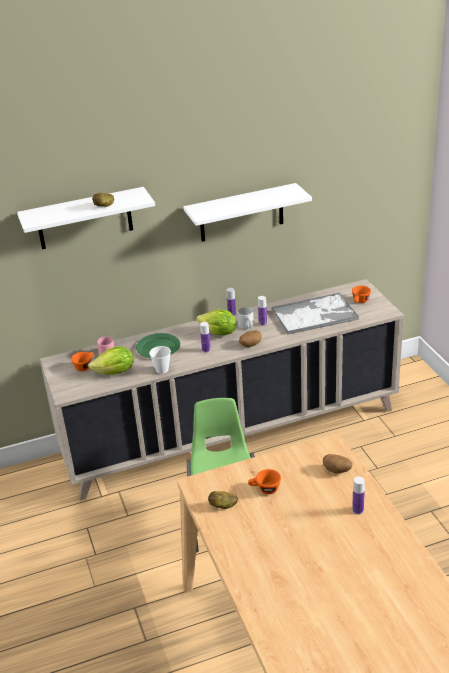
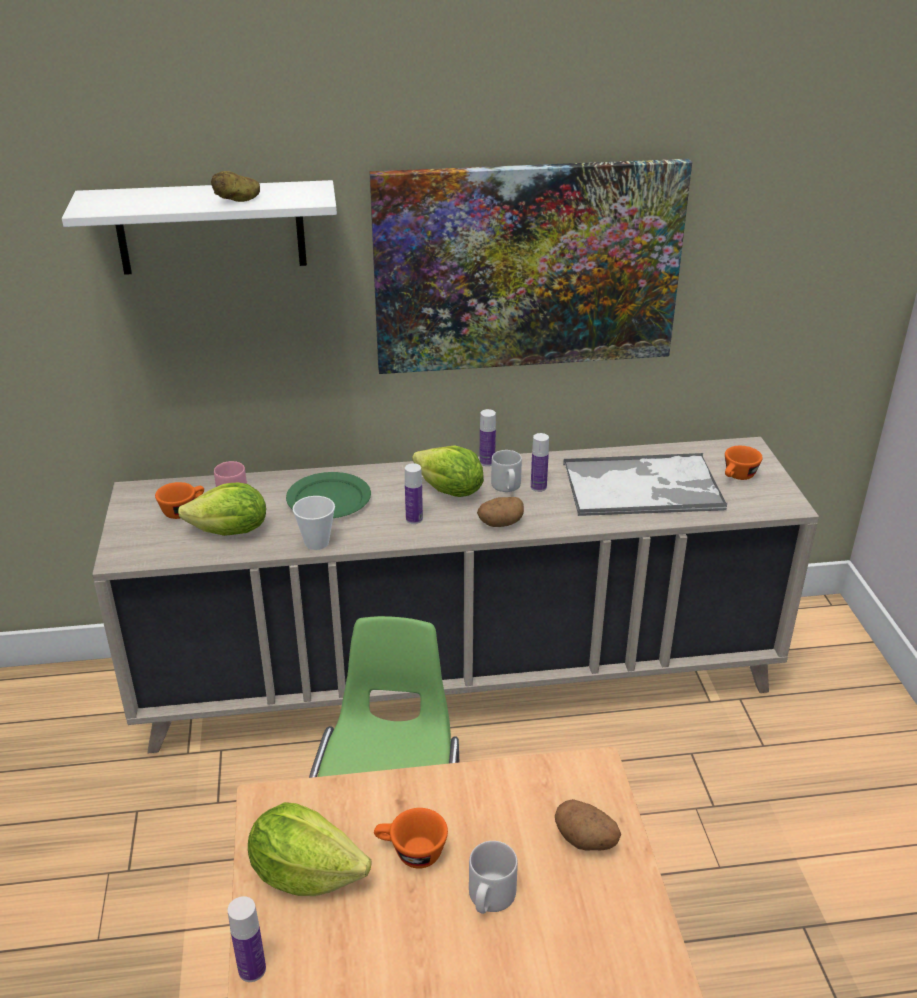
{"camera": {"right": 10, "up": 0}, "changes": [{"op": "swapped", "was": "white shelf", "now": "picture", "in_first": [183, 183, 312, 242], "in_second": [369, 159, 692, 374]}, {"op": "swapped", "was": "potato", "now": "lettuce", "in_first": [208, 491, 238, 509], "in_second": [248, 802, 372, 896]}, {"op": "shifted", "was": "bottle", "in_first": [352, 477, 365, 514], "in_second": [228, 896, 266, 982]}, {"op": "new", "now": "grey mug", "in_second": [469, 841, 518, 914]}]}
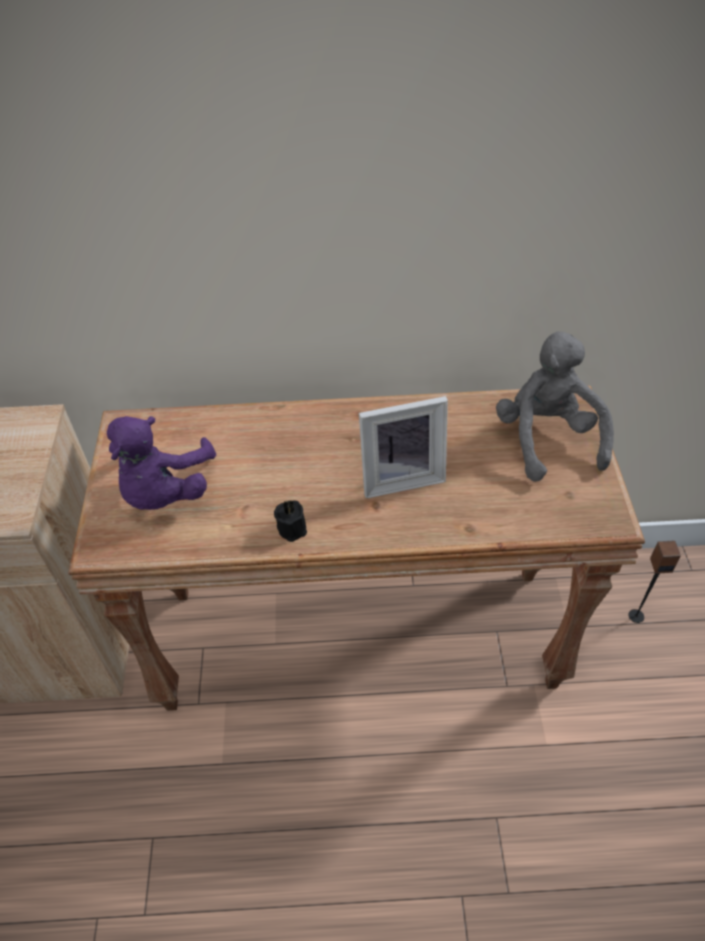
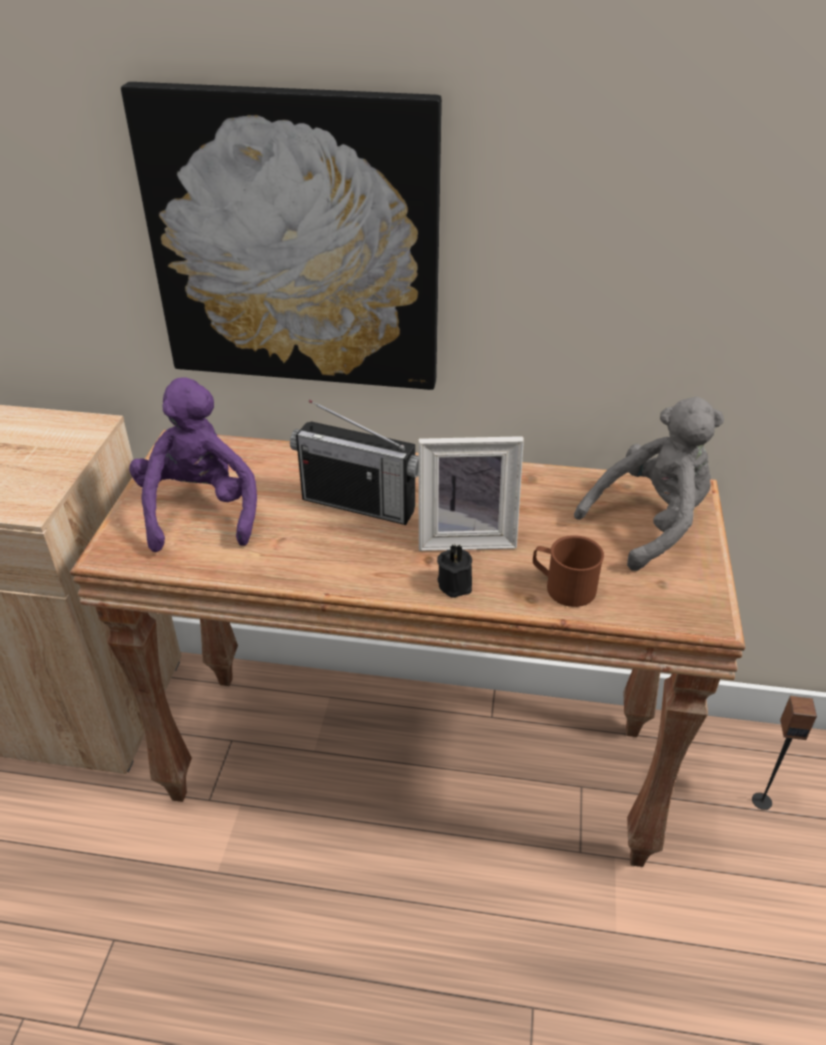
{"camera": {"right": 10, "up": -10}, "changes": [{"op": "rotated", "was": "purple plush toy", "in_first": [107, 416, 216, 510], "in_second": [129, 377, 257, 552], "clockwise": 150}, {"op": "shifted", "was": "black candle", "in_first": [274, 500, 307, 542], "in_second": [437, 544, 472, 598]}, {"op": "rotated", "was": "grey plush toy", "in_first": [496, 331, 614, 482], "in_second": [574, 397, 724, 571], "clockwise": 60}, {"op": "new", "now": "picture", "in_second": [121, 82, 442, 390]}, {"op": "new", "now": "radio", "in_second": [290, 400, 419, 525]}, {"op": "new", "now": "brown mug", "in_second": [533, 535, 604, 607]}]}
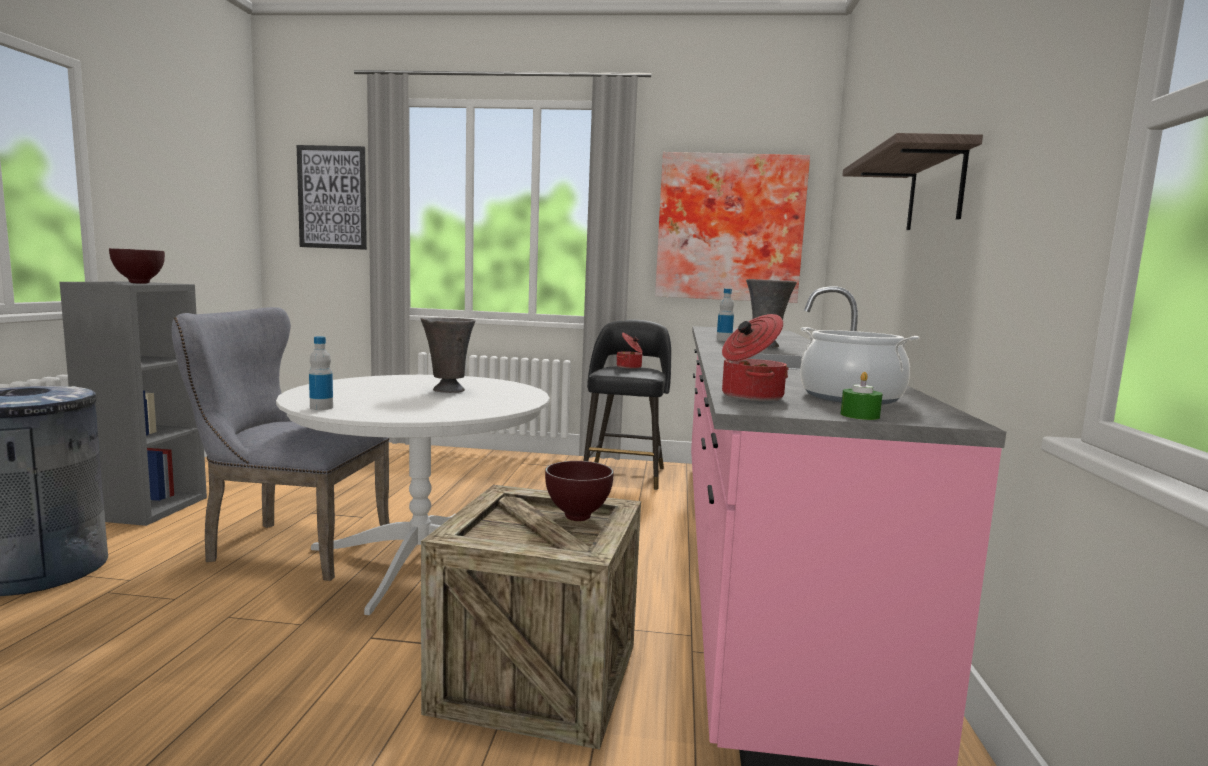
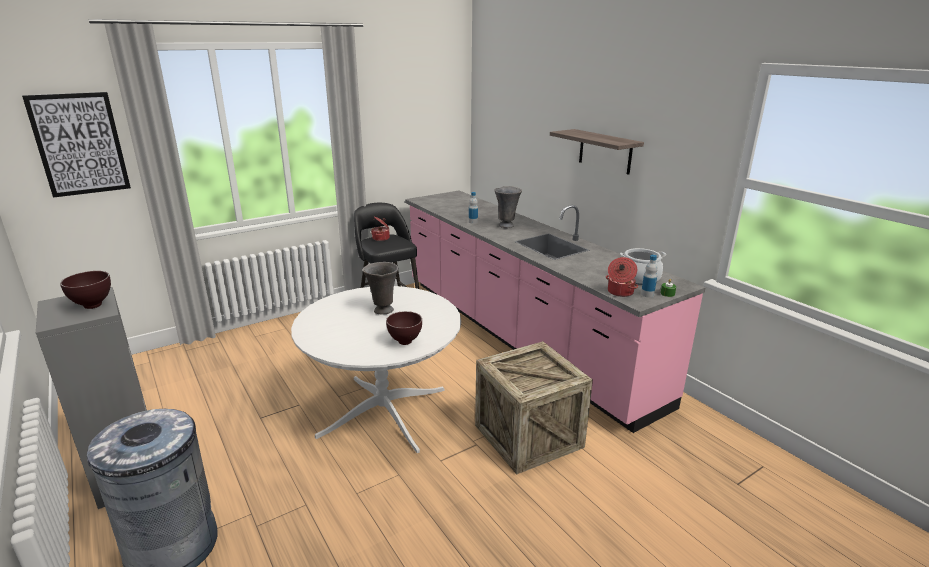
{"camera": {"right": -40, "up": 15}, "changes": [{"op": "gone", "was": "grey chair", "in_first": [172, 307, 390, 581]}, {"op": "shifted", "was": "bottle", "in_first": [309, 336, 333, 410], "in_second": [641, 255, 658, 297]}, {"op": "shifted", "was": "brown bowl", "in_first": [545, 461, 614, 521], "in_second": [386, 311, 422, 345]}, {"op": "gone", "was": "picture", "in_first": [655, 152, 810, 303]}]}
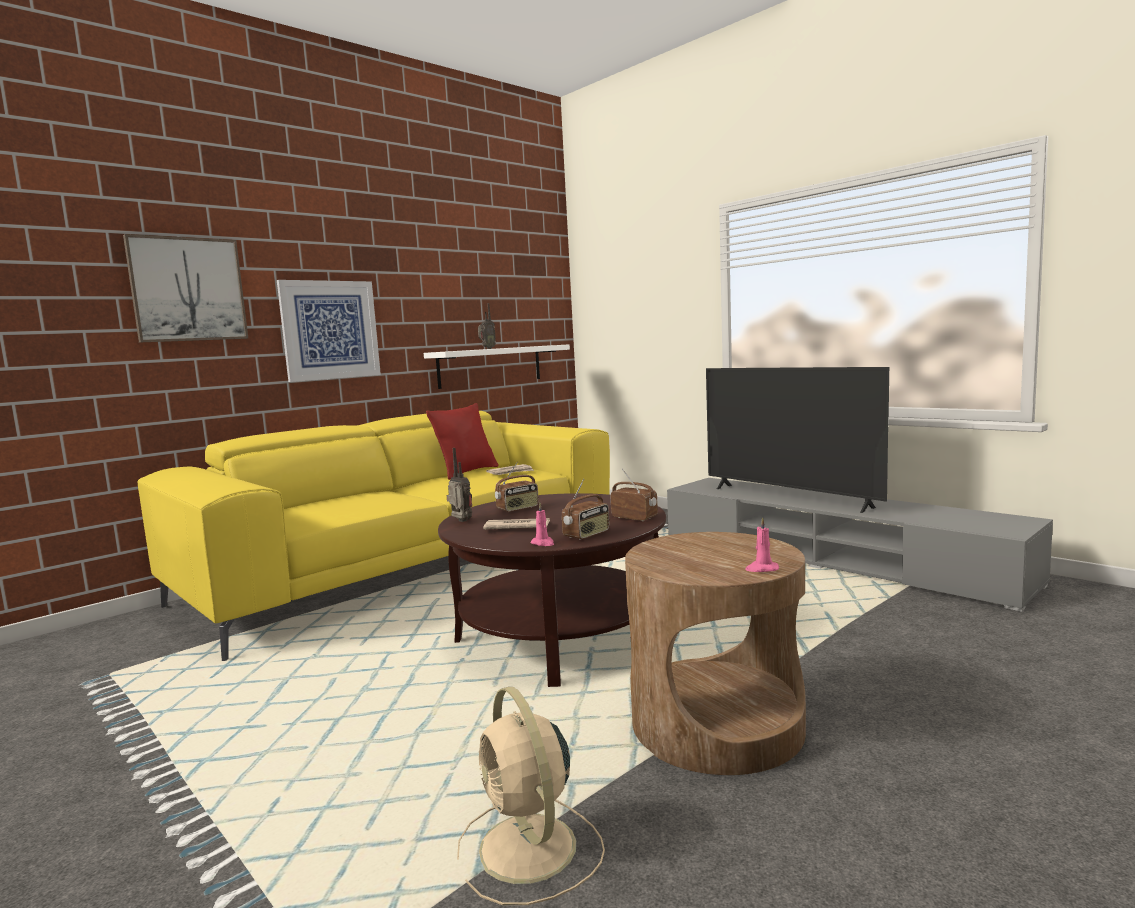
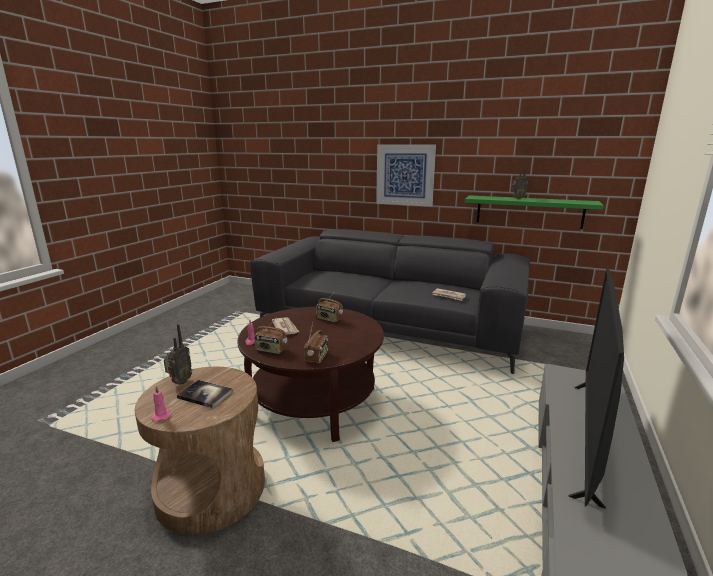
{"camera": {"right": 65, "up": 10}, "changes": [{"op": "gone", "was": "picture", "in_first": [123, 234, 248, 343]}, {"op": "repainted", "was": "yellow sofa", "now": "grey sofa", "in_first": [138, 411, 610, 661], "in_second": [250, 229, 530, 374]}, {"op": "repainted", "was": "white shelf", "now": "green shelf", "in_first": [424, 344, 570, 389], "in_second": [464, 195, 604, 229]}, {"op": "gone", "was": "red pillow", "in_first": [426, 403, 499, 480]}, {"op": "shifted", "was": "radio", "in_first": [447, 448, 472, 522], "in_second": [164, 324, 192, 385]}, {"op": "gone", "was": "beige fan", "in_first": [457, 687, 605, 905]}, {"op": "new", "now": "book", "in_second": [177, 380, 233, 408]}]}
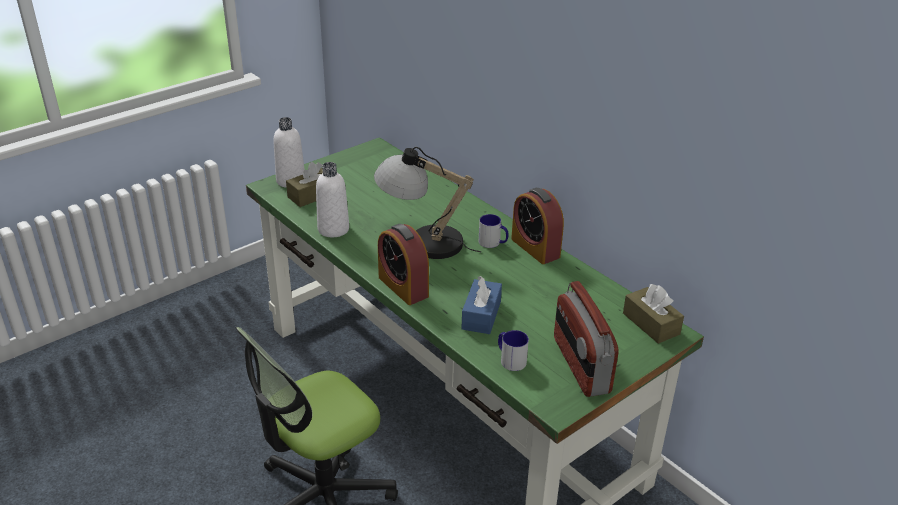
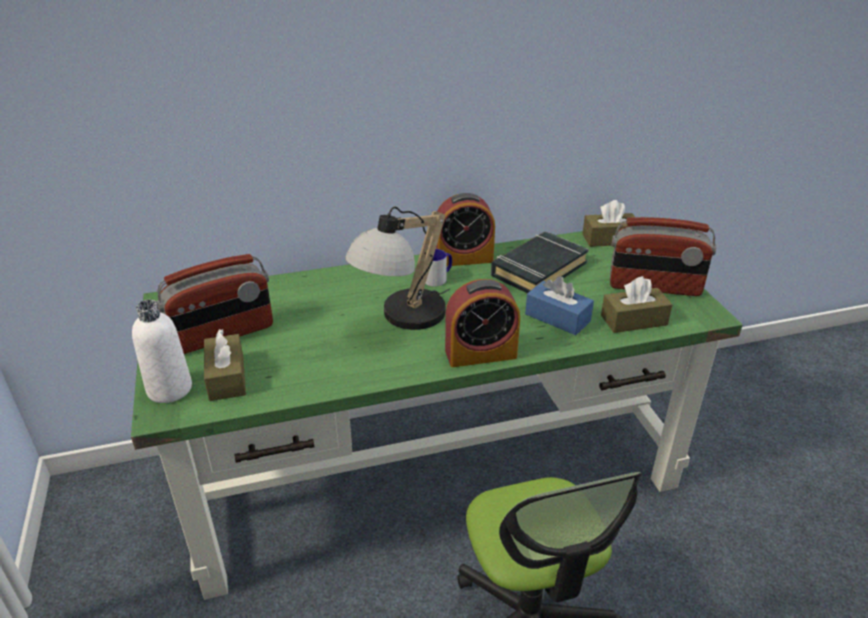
{"camera": {"right": -65, "up": 0}, "changes": [{"op": "gone", "was": "white bottle", "in_first": [316, 162, 349, 237]}, {"op": "swapped", "was": "mug", "now": "brown tissue box", "in_first": [498, 330, 529, 371], "in_second": [601, 276, 673, 333]}, {"op": "new", "now": "radio", "in_second": [156, 254, 273, 354]}, {"op": "new", "now": "black book", "in_second": [491, 231, 589, 293]}]}
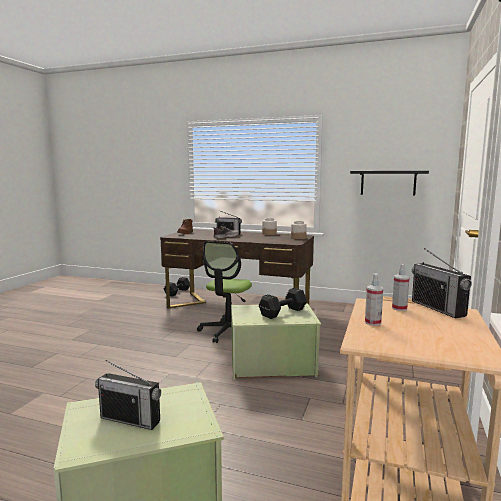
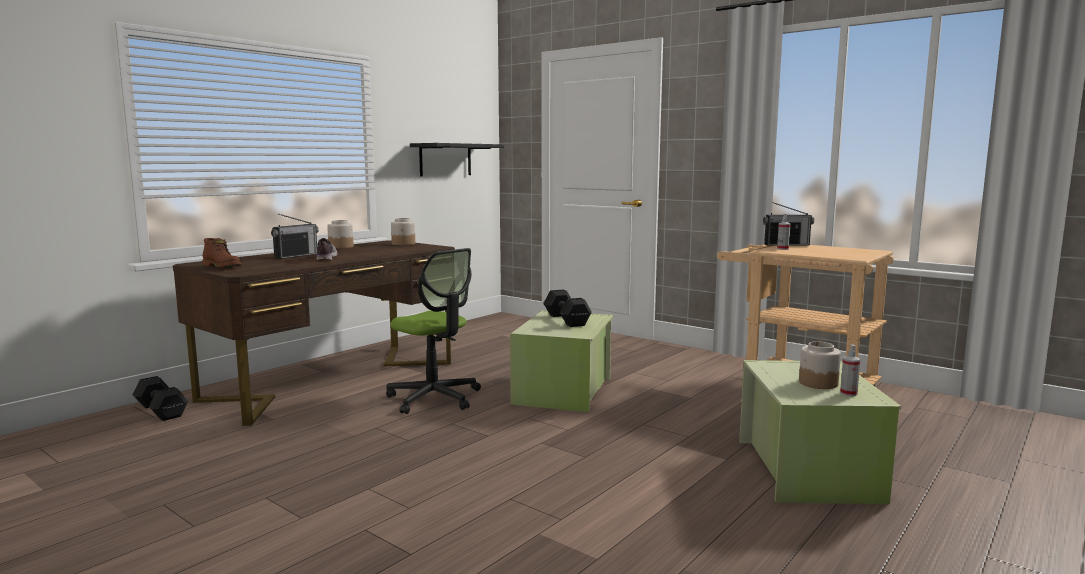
{"camera": {"right": -70, "up": 0}, "changes": [{"op": "swapped", "was": "radio", "now": "jar", "in_first": [95, 360, 161, 430], "in_second": [799, 342, 841, 389]}, {"op": "shifted", "was": "spray bottle", "in_first": [365, 273, 383, 326], "in_second": [840, 344, 860, 397]}]}
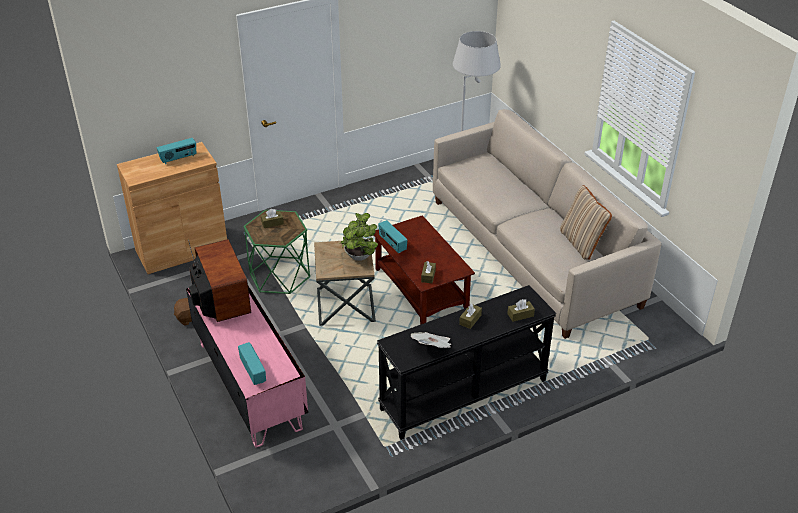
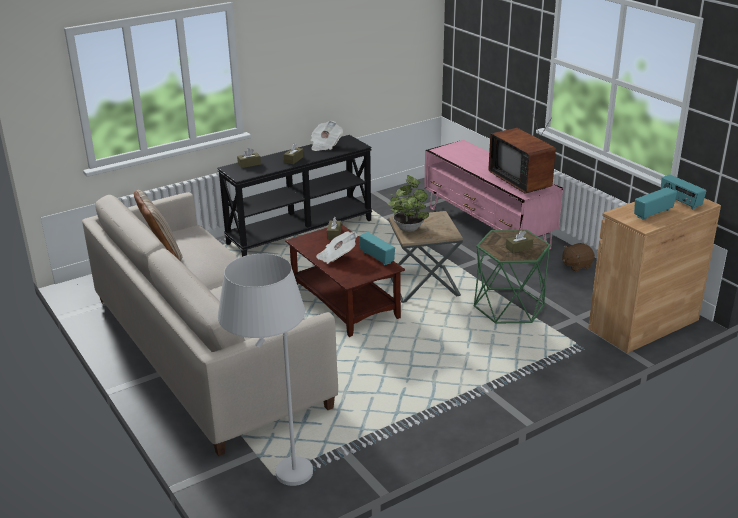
{"camera": {"right": 175, "up": -10}, "changes": [{"op": "shifted", "was": "radio", "in_first": [238, 342, 266, 385], "in_second": [661, 175, 707, 210]}, {"op": "new", "now": "newspaper", "in_second": [316, 231, 358, 264]}]}
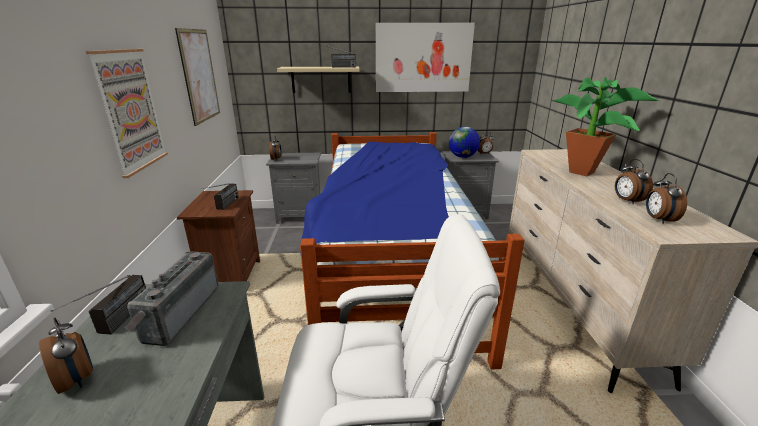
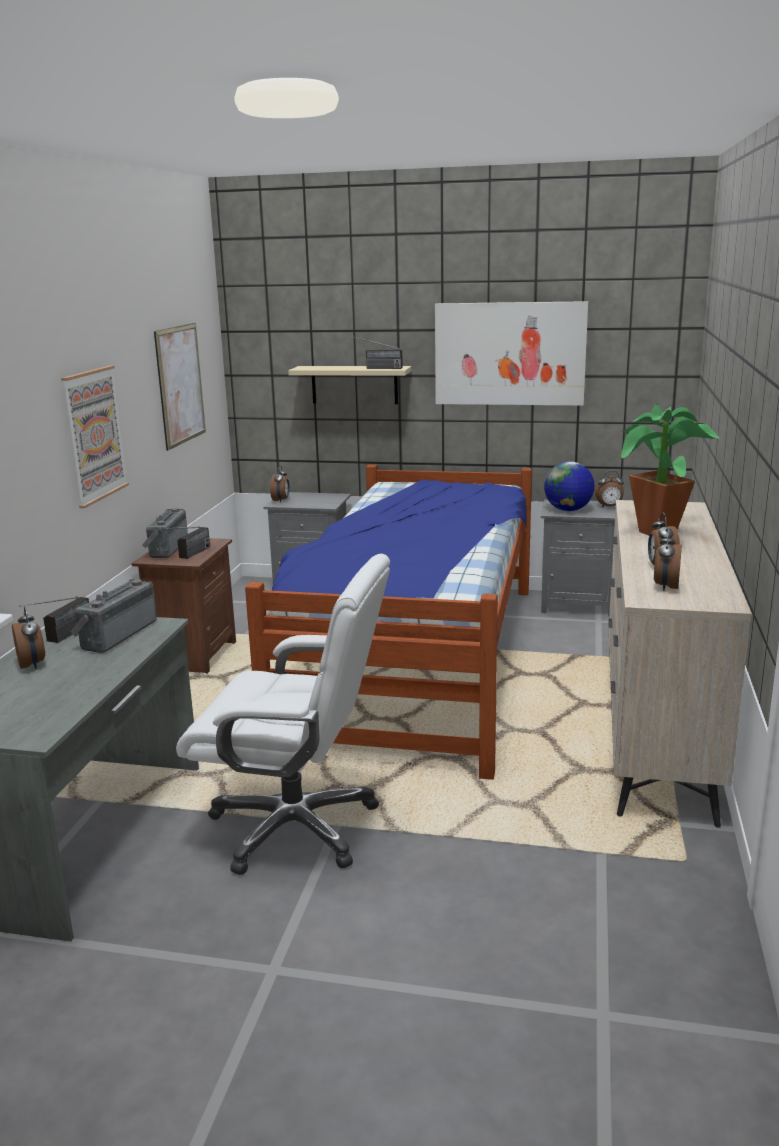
{"camera": {"right": 15, "up": -5}, "changes": [{"op": "new", "now": "radio", "in_second": [142, 508, 188, 558]}]}
